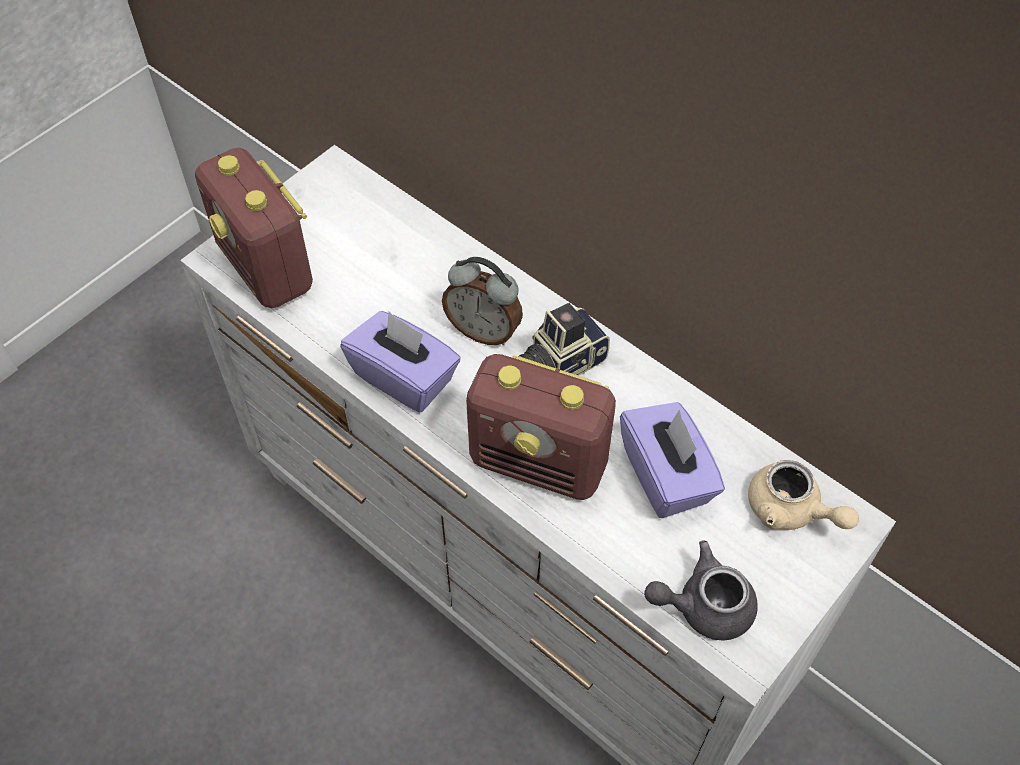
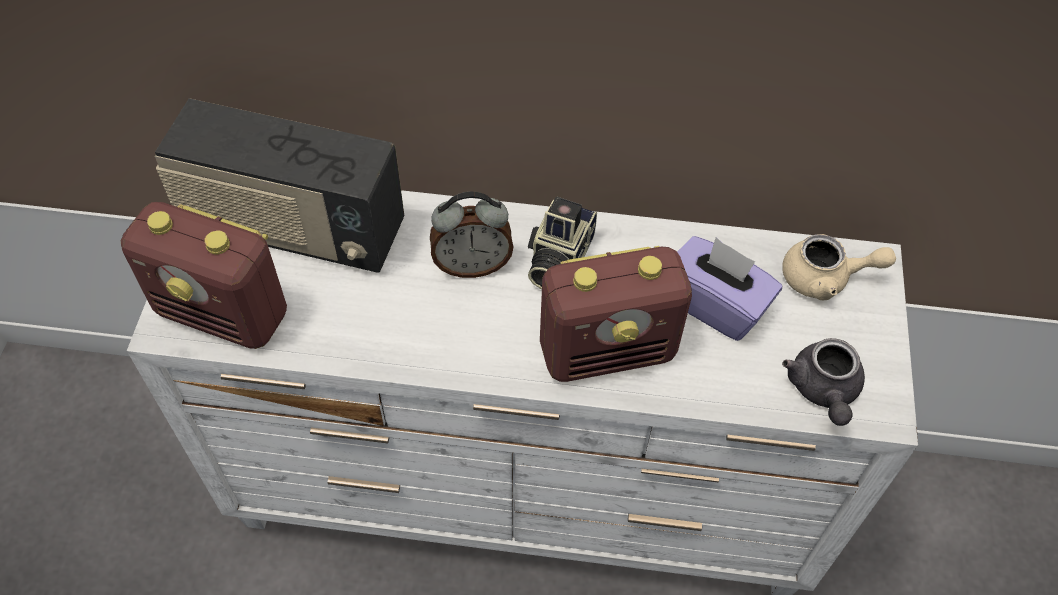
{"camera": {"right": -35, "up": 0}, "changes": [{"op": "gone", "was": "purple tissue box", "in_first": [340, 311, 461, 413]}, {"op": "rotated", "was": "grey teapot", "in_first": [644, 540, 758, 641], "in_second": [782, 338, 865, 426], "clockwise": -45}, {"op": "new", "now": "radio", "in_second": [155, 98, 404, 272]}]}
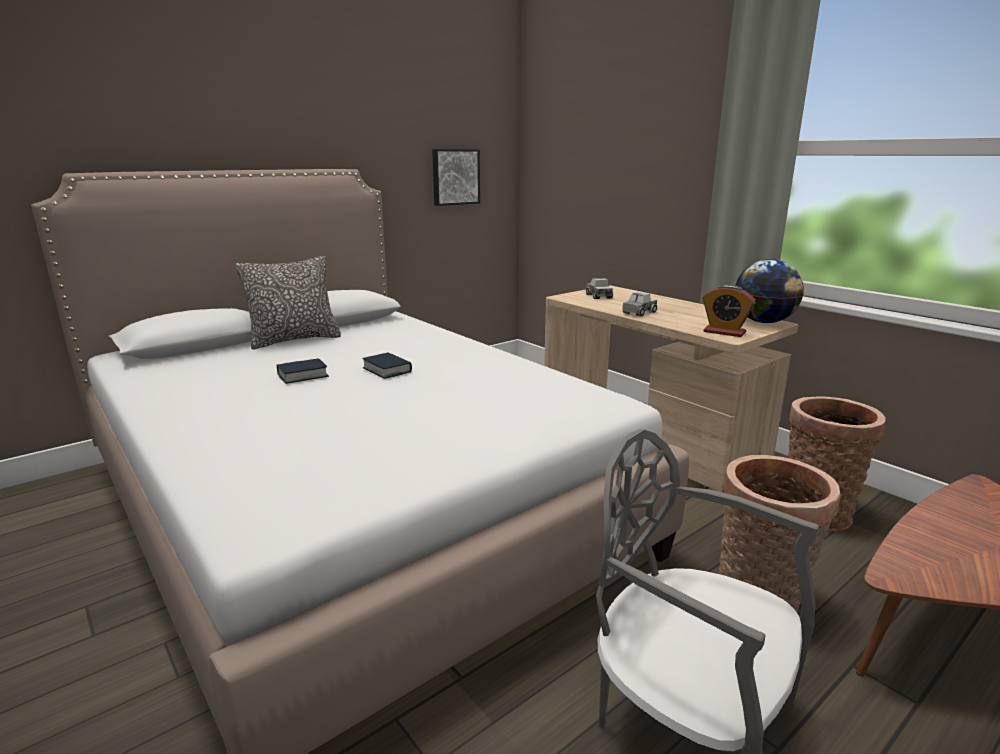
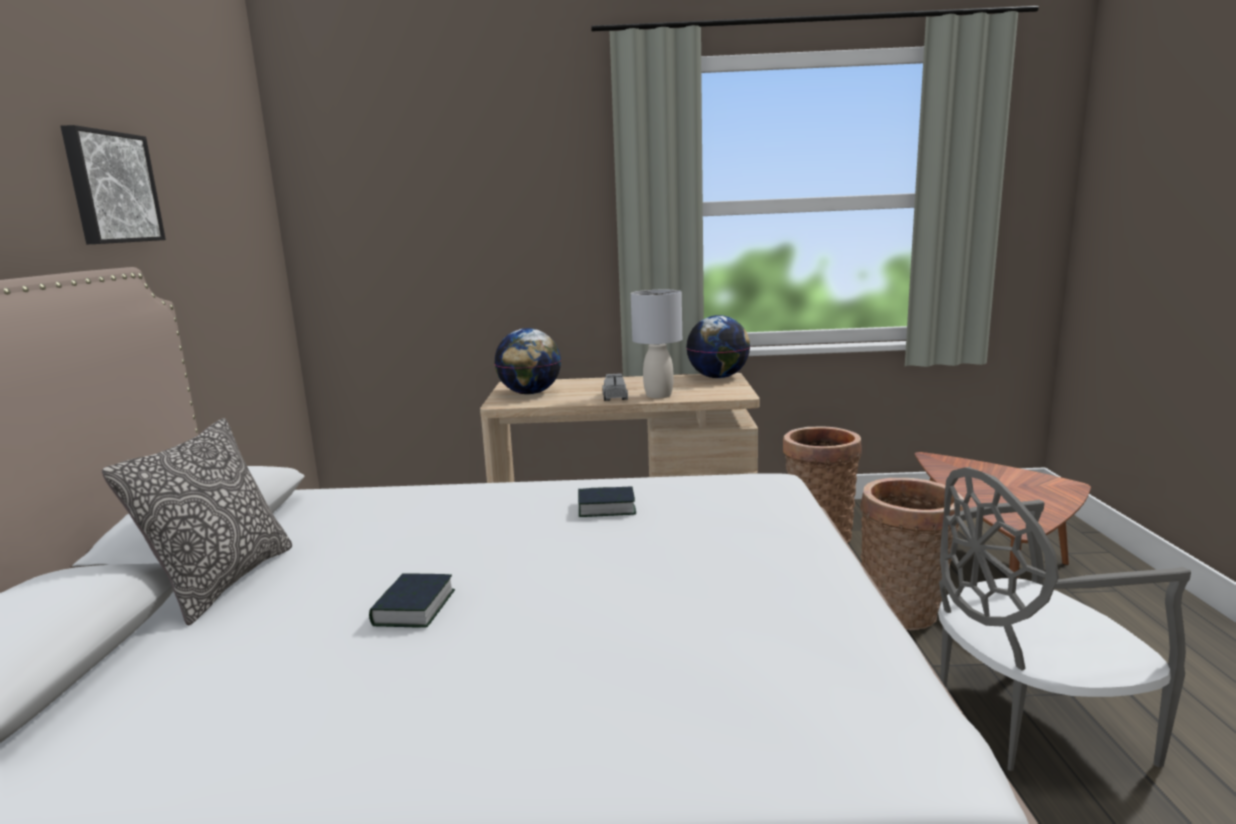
{"camera": {"right": -50, "up": -5}, "changes": [{"op": "shifted", "was": "book", "in_first": [362, 353, 412, 379], "in_second": [578, 486, 636, 517]}, {"op": "shifted", "was": "picture", "in_first": [432, 149, 480, 206], "in_second": [61, 125, 166, 244]}, {"op": "swapped", "was": "toy truck", "now": "globe", "in_first": [586, 278, 613, 299], "in_second": [495, 328, 561, 395]}, {"op": "gone", "was": "alarm clock", "in_first": [703, 285, 756, 337]}, {"op": "new", "now": "grey table lamp", "in_second": [631, 290, 682, 398]}]}
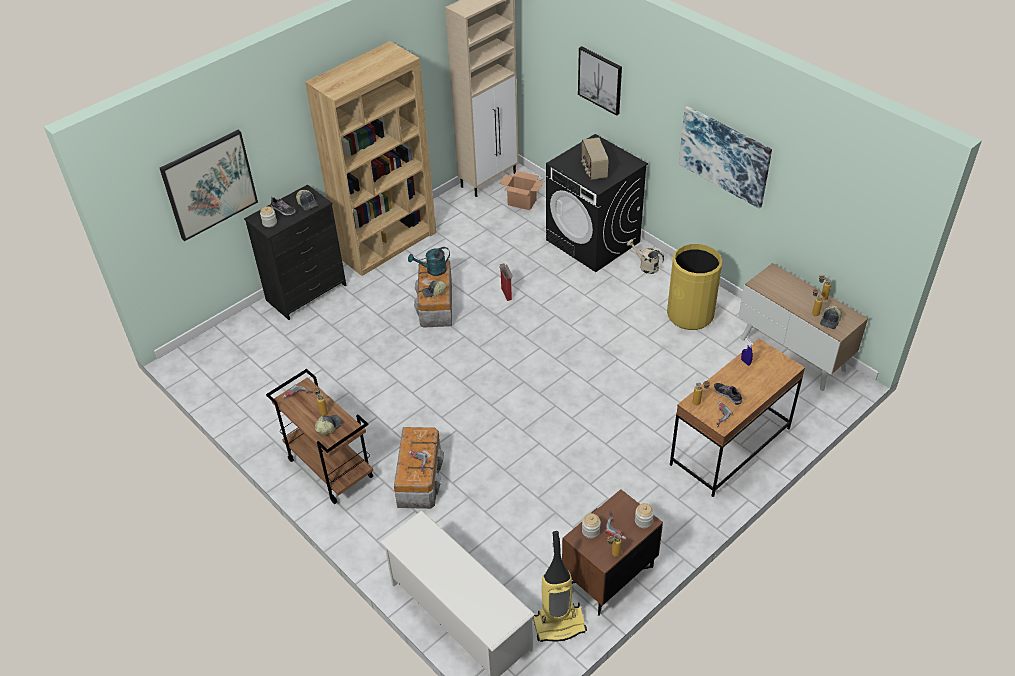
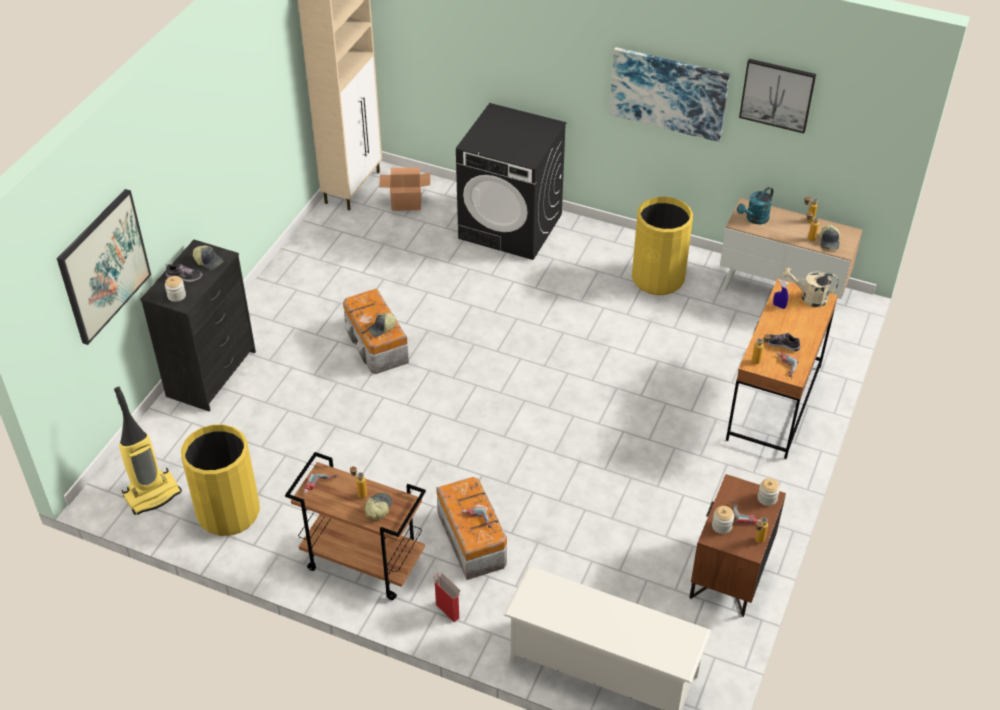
{"camera": {"right": -25, "up": 0}, "changes": [{"op": "gone", "was": "brown bookcase", "in_first": [305, 41, 436, 276]}, {"op": "shifted", "was": "turquoise watering can", "in_first": [408, 247, 450, 276], "in_second": [737, 187, 773, 224]}, {"op": "shifted", "was": "cardboard box", "in_first": [500, 263, 513, 301], "in_second": [433, 573, 461, 622]}, {"op": "shifted", "was": "vacuum cleaner", "in_first": [533, 531, 587, 642], "in_second": [114, 387, 182, 515]}, {"op": "shifted", "was": "picture", "in_first": [578, 46, 622, 116], "in_second": [739, 59, 816, 133]}, {"op": "gone", "was": "radio", "in_first": [581, 137, 609, 180]}, {"op": "shifted", "was": "beige watering can", "in_first": [627, 239, 664, 274], "in_second": [782, 267, 838, 307]}, {"op": "new", "now": "yellow trash can", "in_second": [181, 424, 260, 536]}]}
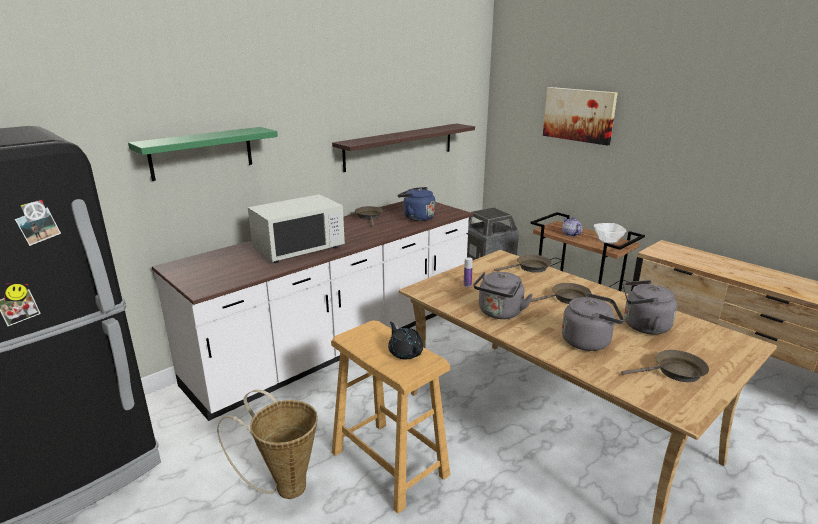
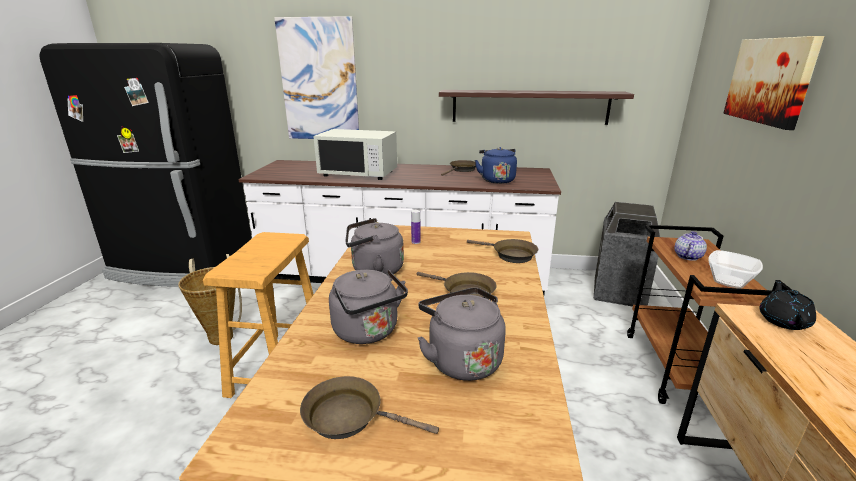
{"camera": {"right": 50, "up": 0}, "changes": [{"op": "swapped", "was": "green shelf", "now": "picture", "in_first": [128, 127, 278, 181], "in_second": [274, 16, 359, 139]}, {"op": "shifted", "was": "black teapot", "in_first": [388, 322, 423, 359], "in_second": [760, 280, 816, 330]}, {"op": "rotated", "was": "brown frying pan", "in_first": [621, 350, 709, 382], "in_second": [300, 376, 439, 439], "clockwise": 150}]}
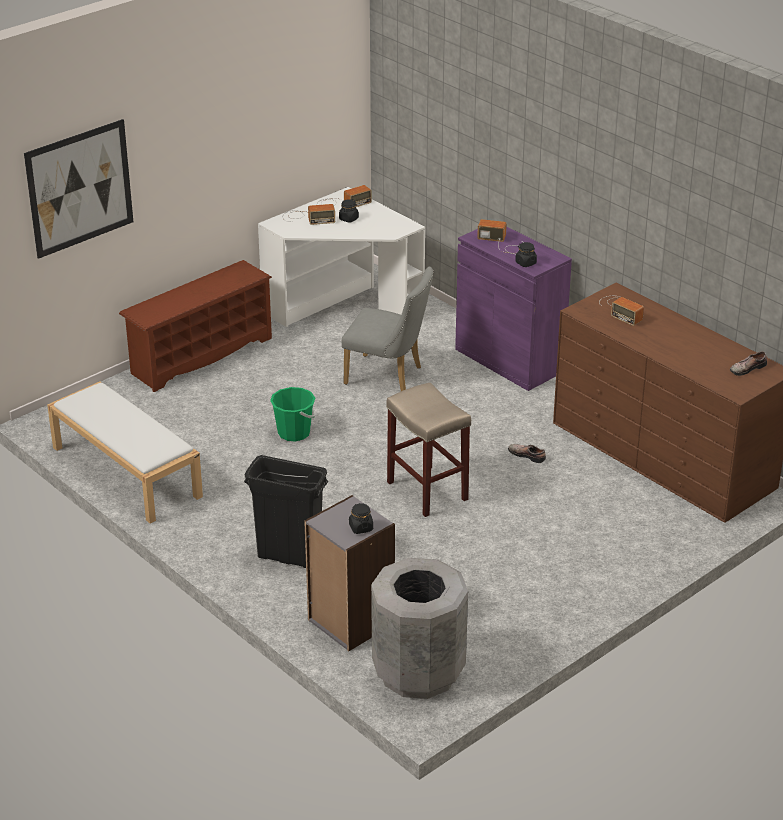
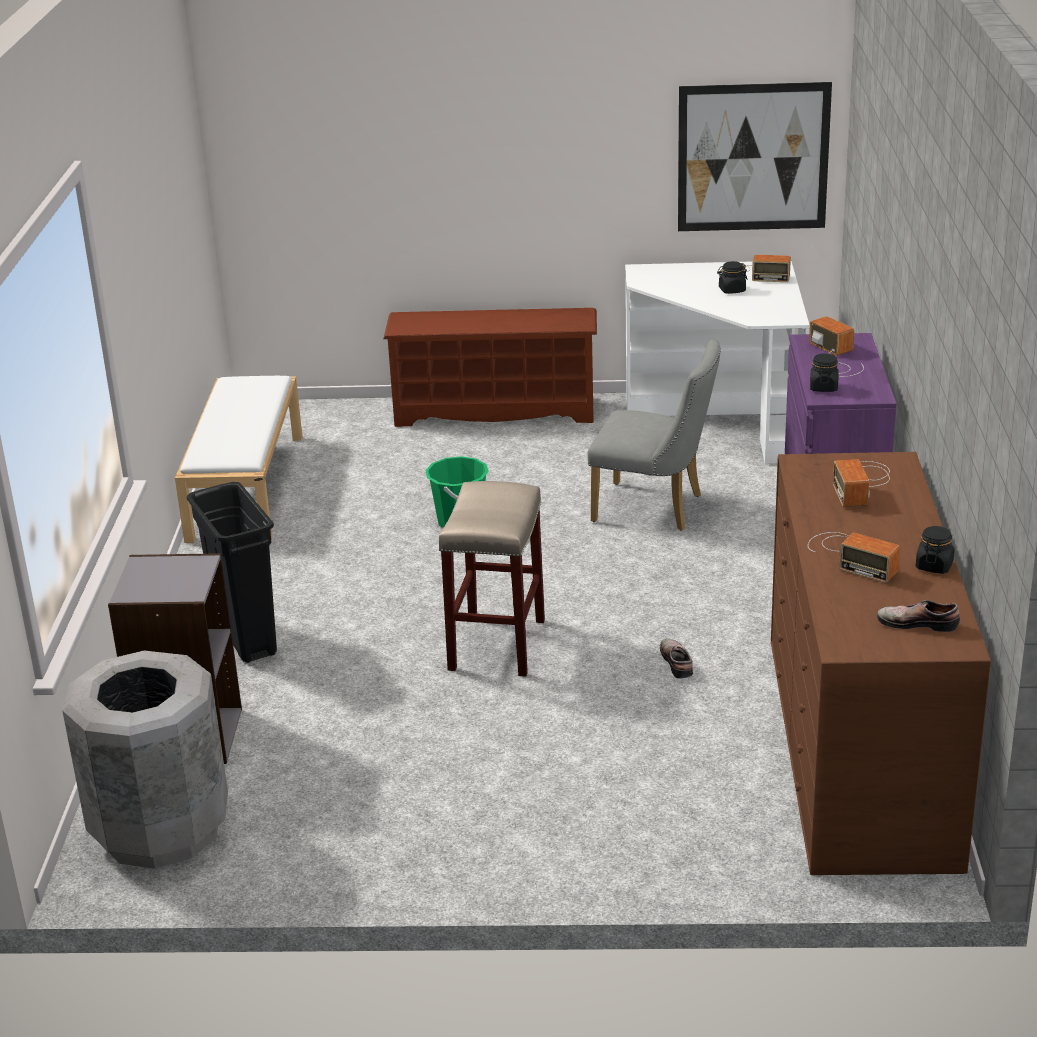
{"camera": {"right": 45, "up": -5}, "changes": [{"op": "shifted", "was": "picture", "in_first": [24, 119, 133, 259], "in_second": [678, 82, 832, 231]}, {"op": "shifted", "was": "radio", "in_first": [283, 204, 335, 225], "in_second": [808, 532, 900, 583]}, {"op": "rotated", "was": "grey chair", "in_first": [341, 267, 433, 391], "in_second": [587, 339, 721, 531], "clockwise": -45}, {"op": "shifted", "was": "black jar", "in_first": [349, 503, 373, 534], "in_second": [916, 526, 954, 574]}]}
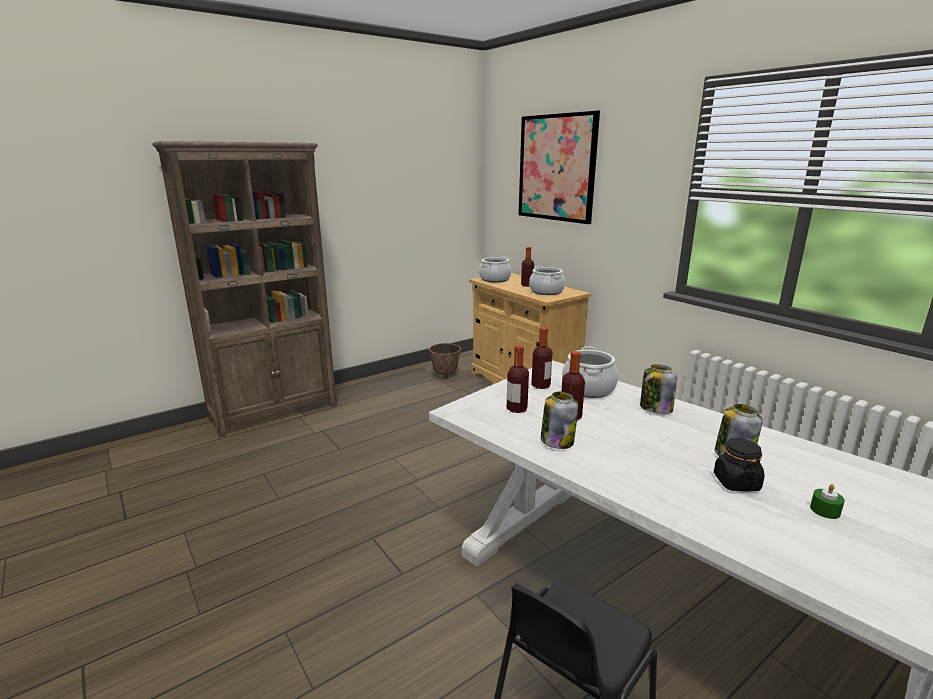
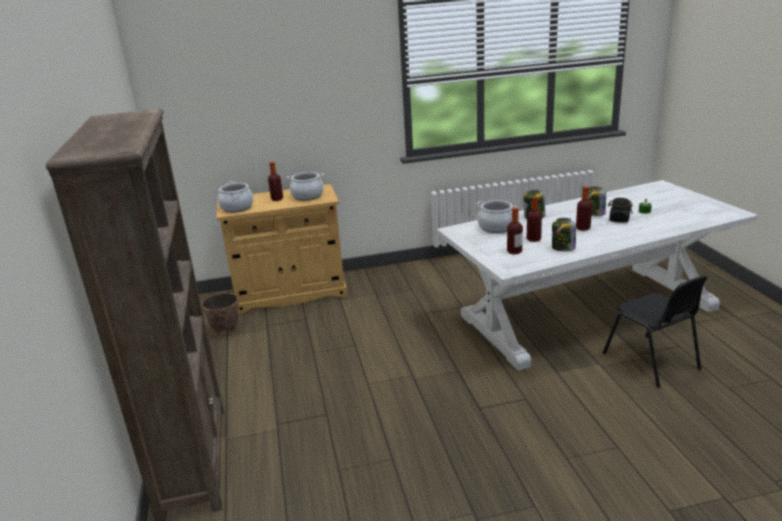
{"camera": {"right": -65, "up": 5}, "changes": [{"op": "gone", "was": "picture", "in_first": [518, 110, 600, 224]}, {"op": "shifted", "was": "bottle", "in_first": [531, 327, 553, 389], "in_second": [576, 186, 592, 231]}]}
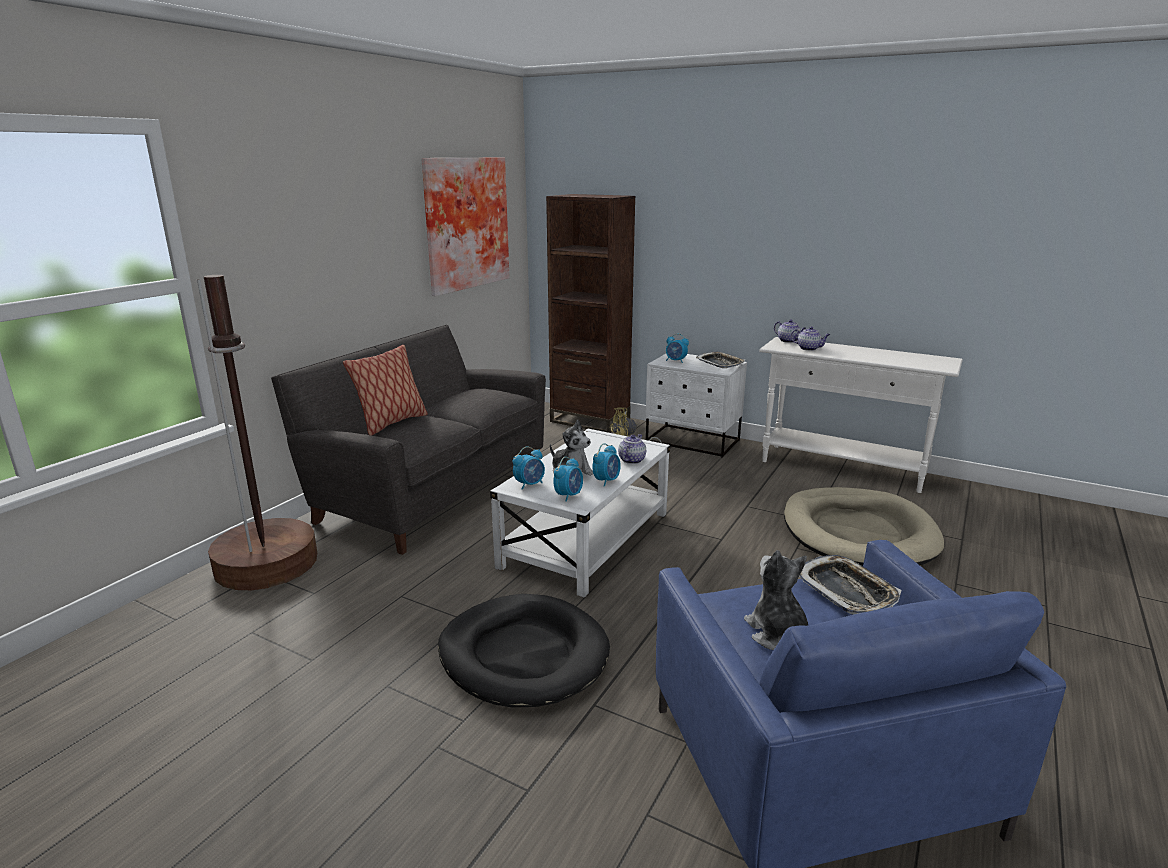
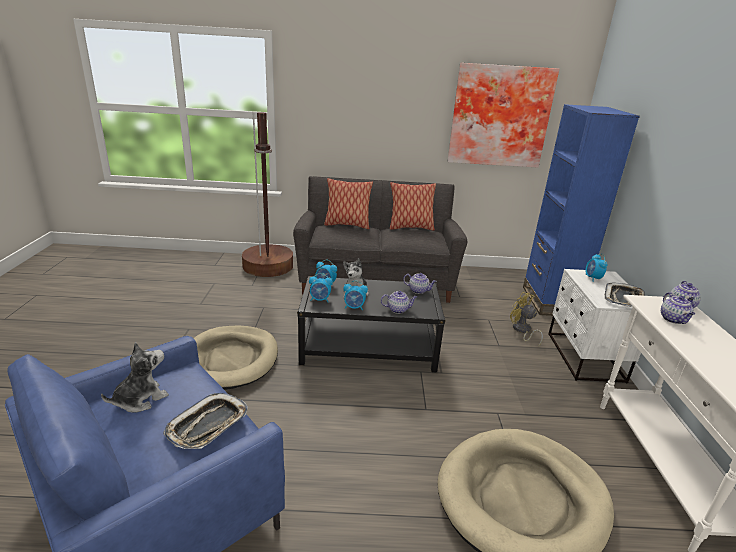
{"camera": {"right": 60, "up": 5}, "changes": [{"op": "repainted", "was": "black dog bed", "now": "beige dog bed", "in_first": [438, 594, 610, 707], "in_second": [194, 325, 278, 390]}, {"op": "repainted", "was": "white coffee table", "now": "black coffee table", "in_first": [490, 429, 670, 598], "in_second": [297, 276, 446, 372]}, {"op": "repainted", "was": "brown bookcase", "now": "blue bookcase", "in_first": [546, 194, 636, 433], "in_second": [523, 104, 640, 316]}, {"op": "new", "now": "pillow", "in_second": [390, 182, 436, 231]}, {"op": "new", "now": "teapot", "in_second": [403, 273, 437, 294]}]}
